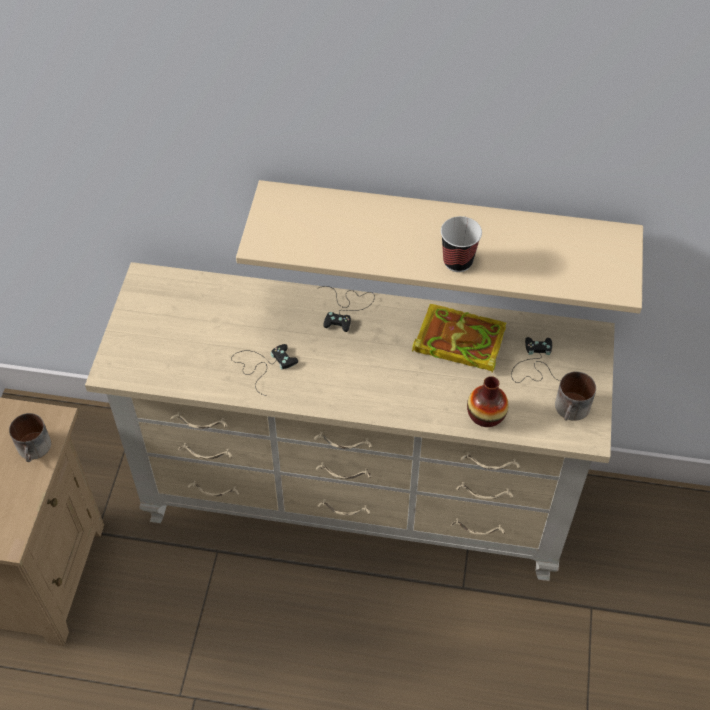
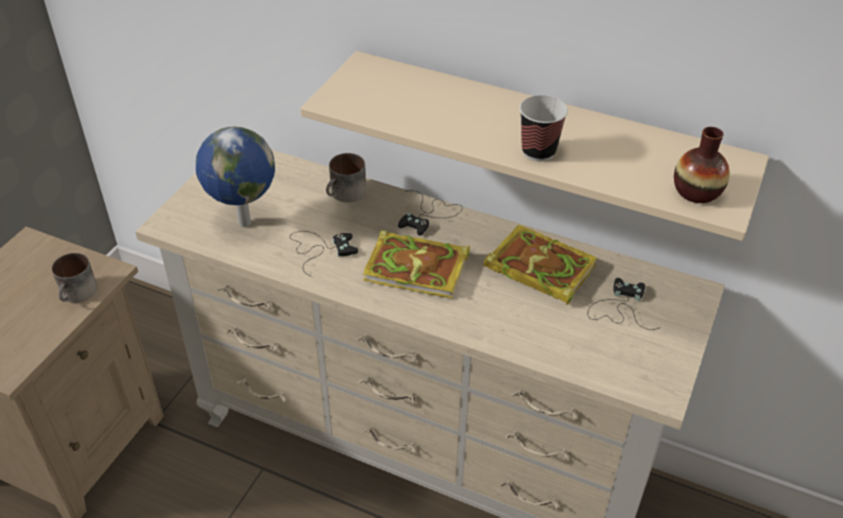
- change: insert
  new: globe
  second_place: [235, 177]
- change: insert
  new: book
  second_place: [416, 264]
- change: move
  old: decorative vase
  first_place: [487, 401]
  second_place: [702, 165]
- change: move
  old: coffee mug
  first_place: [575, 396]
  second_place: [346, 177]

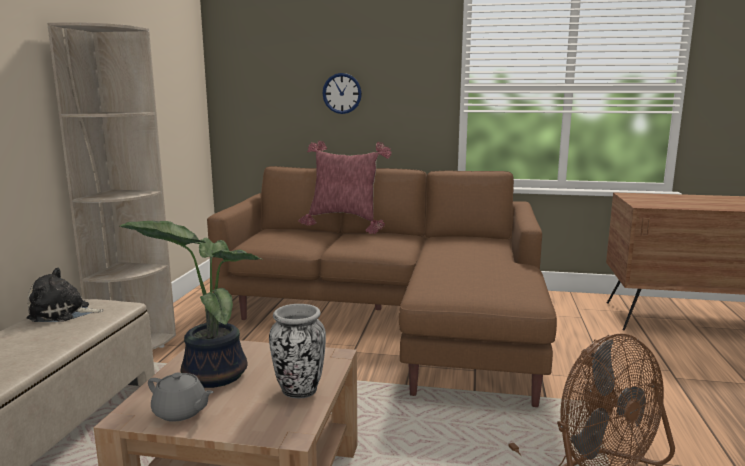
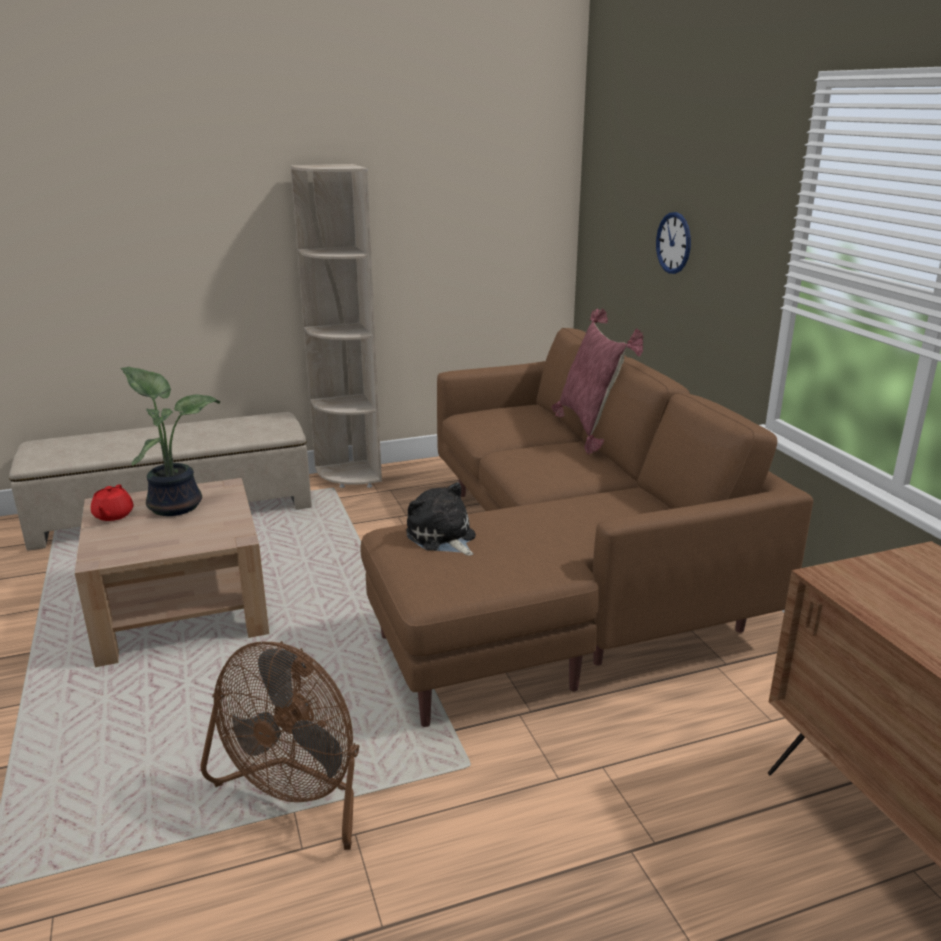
- change: delete
  old: decorative vase
  first_place: [297, 351]
- change: move
  old: plush toy
  first_place: [65, 294]
  second_place: [441, 519]
- change: recolor
  old: teapot in grey
  new: teapot in red-coloured
  first_place: [180, 397]
  second_place: [112, 502]

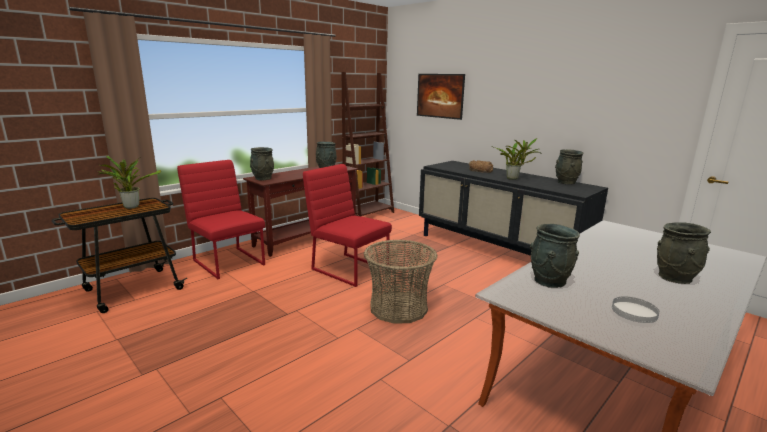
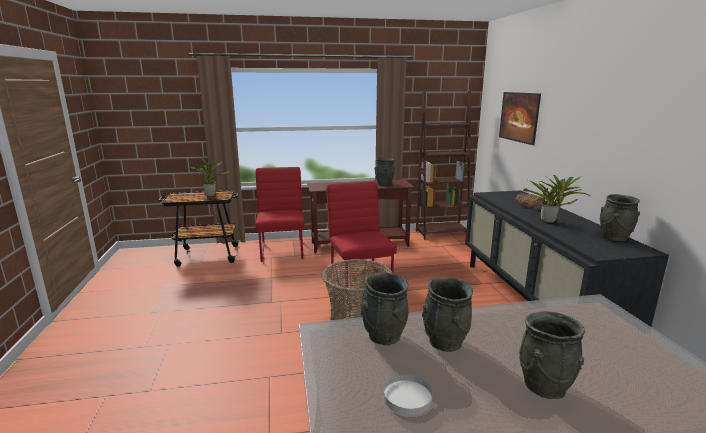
- change: move
  old: decorative vase in grey
  first_place: [262, 163]
  second_place: [447, 314]

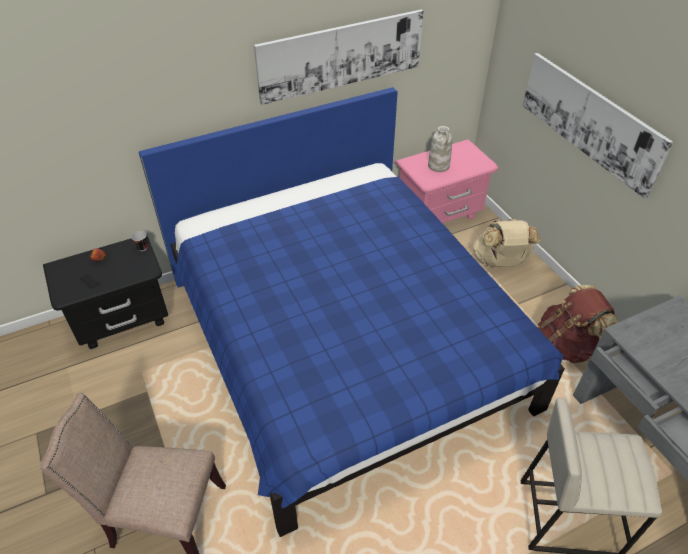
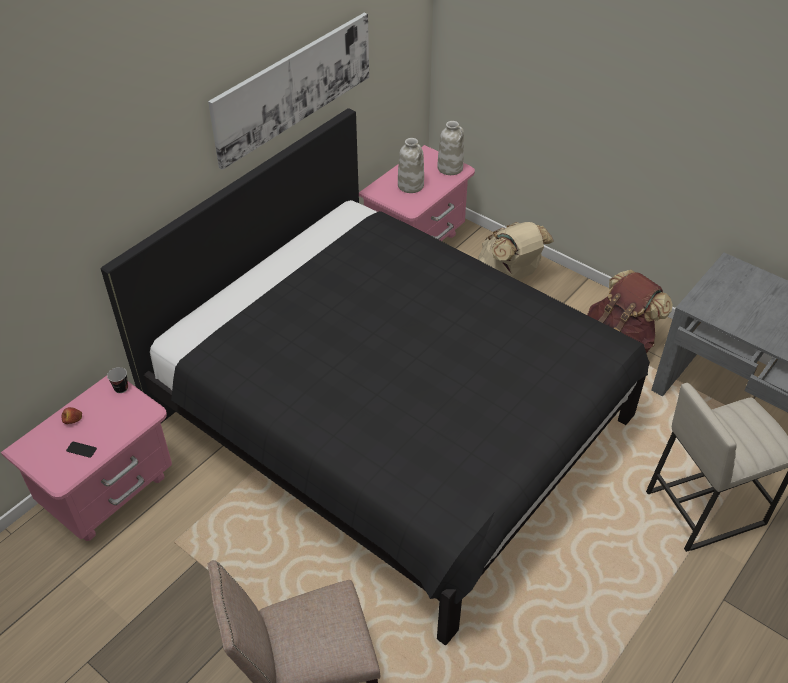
- change: delete
  old: picture
  first_place: [598, 126]
- change: insert
  new: decorative vase in whitish
  second_place: [450, 148]
- change: recolor
  old: bedside table in black
  new: bedside table in pink-coloured
  first_place: [105, 292]
  second_place: [86, 458]
- change: recolor
  old: sleeping bed in blue
  new: sleeping bed in black
  first_place: [352, 312]
  second_place: [375, 376]

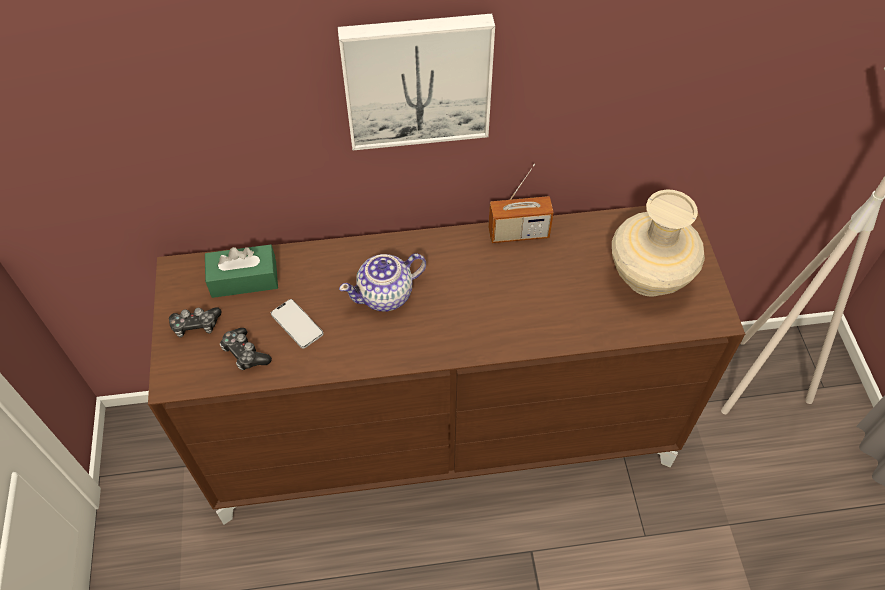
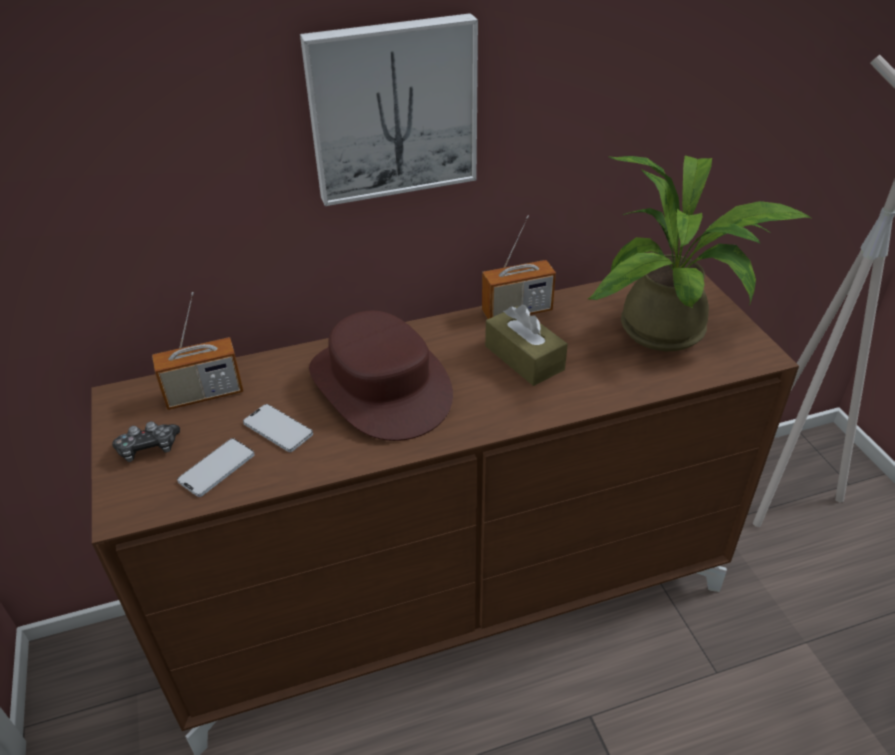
- change: insert
  new: tissue holder in brownish
  second_place: [526, 345]
- change: replace
  old: tissue holder in green-coloured
  new: radio
  first_place: [241, 271]
  second_place: [197, 351]
- change: replace
  old: joypad
  new: phone
  first_place: [246, 349]
  second_place: [216, 467]
- change: replace
  old: teapot
  new: clothing hat in brownish
  first_place: [382, 282]
  second_place: [381, 376]
- change: replace
  old: decorative vase in sand-coloured
  new: plant in a pot
  first_place: [658, 243]
  second_place: [699, 253]

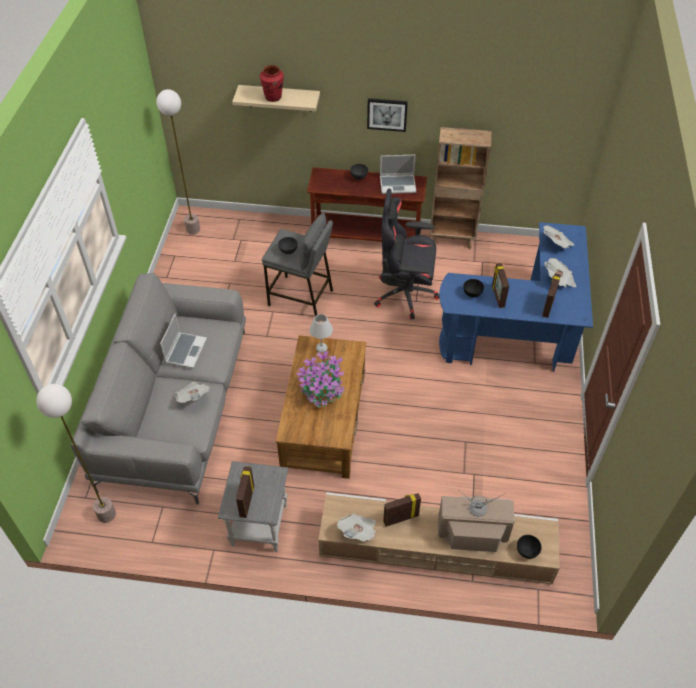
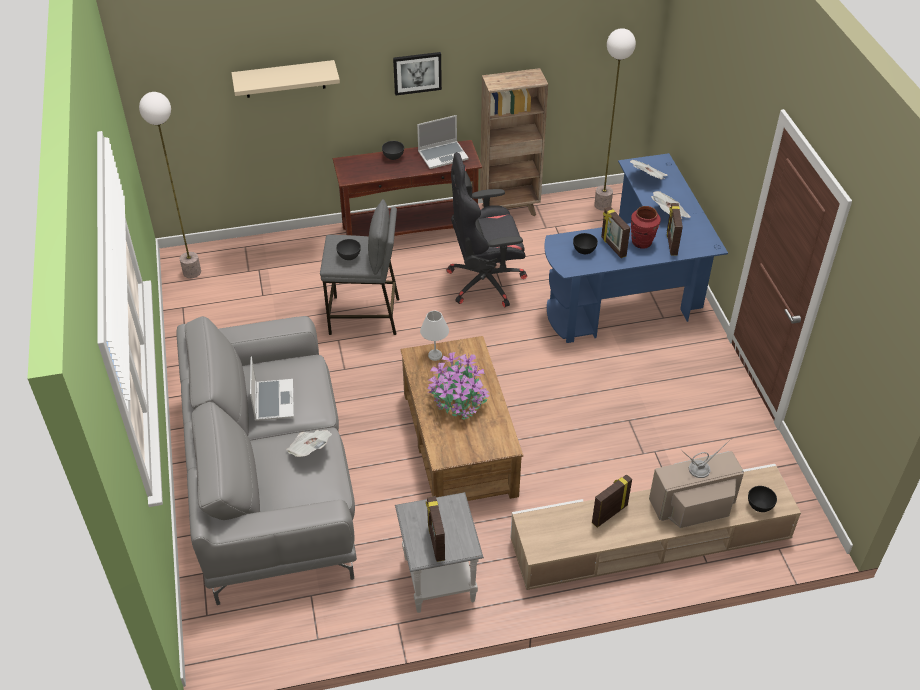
- change: delete
  old: daily paper
  first_place: [356, 527]
- change: move
  old: floor lamp
  first_place: [76, 453]
  second_place: [615, 119]
- change: move
  old: decorative vase in red-coloured
  first_place: [272, 83]
  second_place: [645, 227]

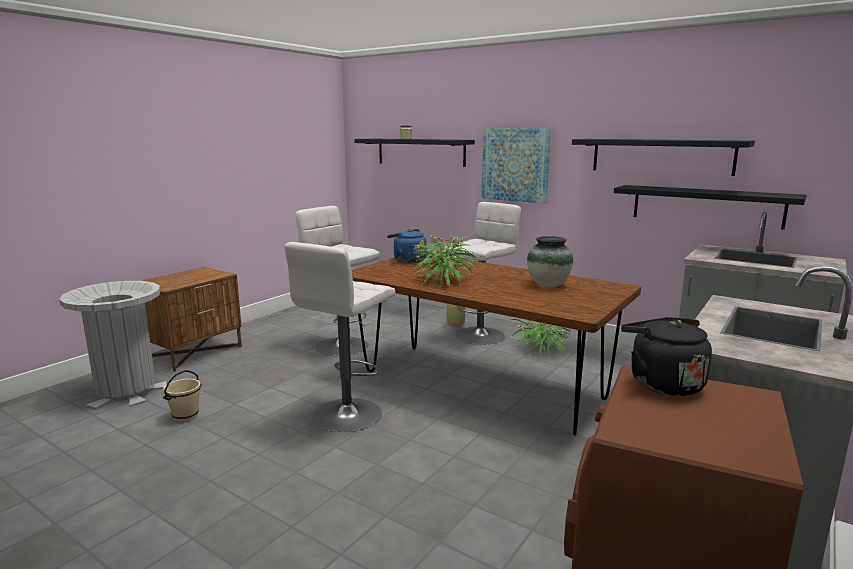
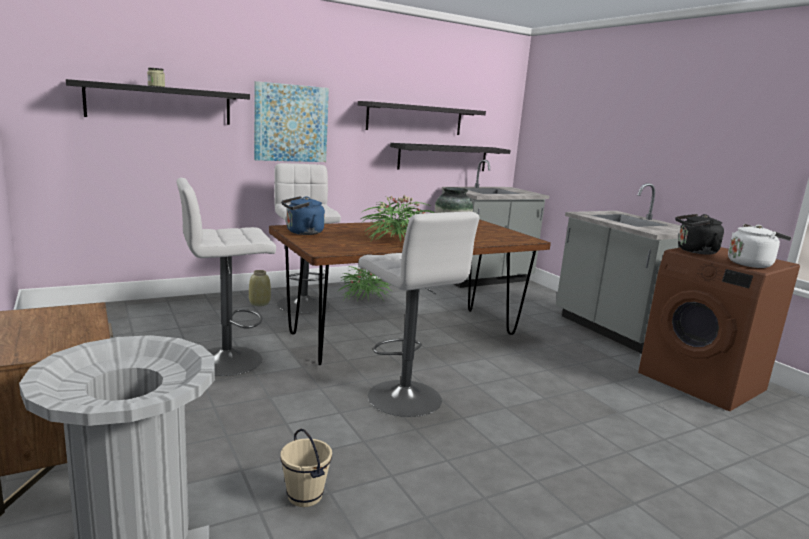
- change: insert
  new: water kettle in whitish
  second_place: [760, 246]

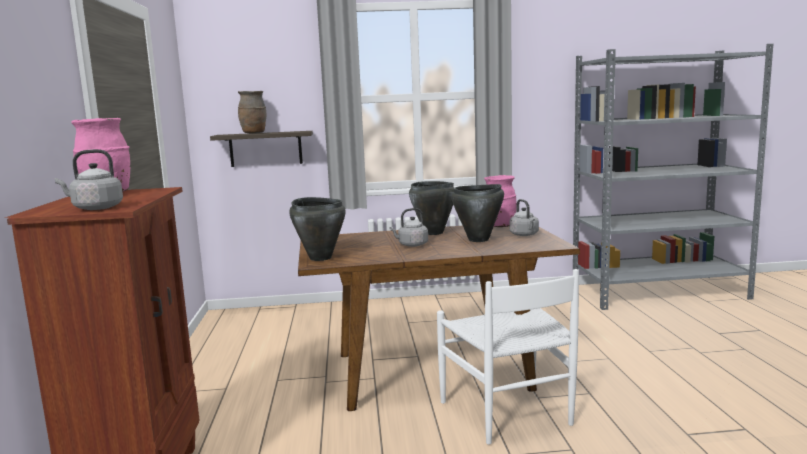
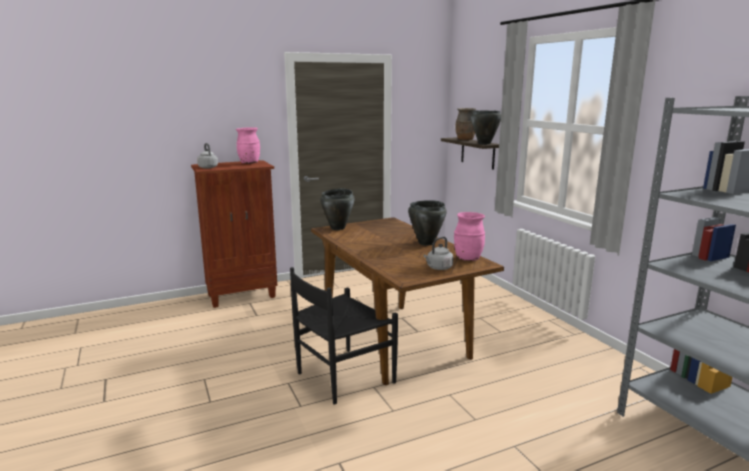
- change: delete
  old: water kettle in grey
  first_place: [409, 227]
- change: move
  old: saucepot in black
  first_place: [477, 213]
  second_place: [486, 127]
- change: recolor
  old: plain chair in whitish
  new: plain chair in black
  first_place: [508, 357]
  second_place: [344, 336]

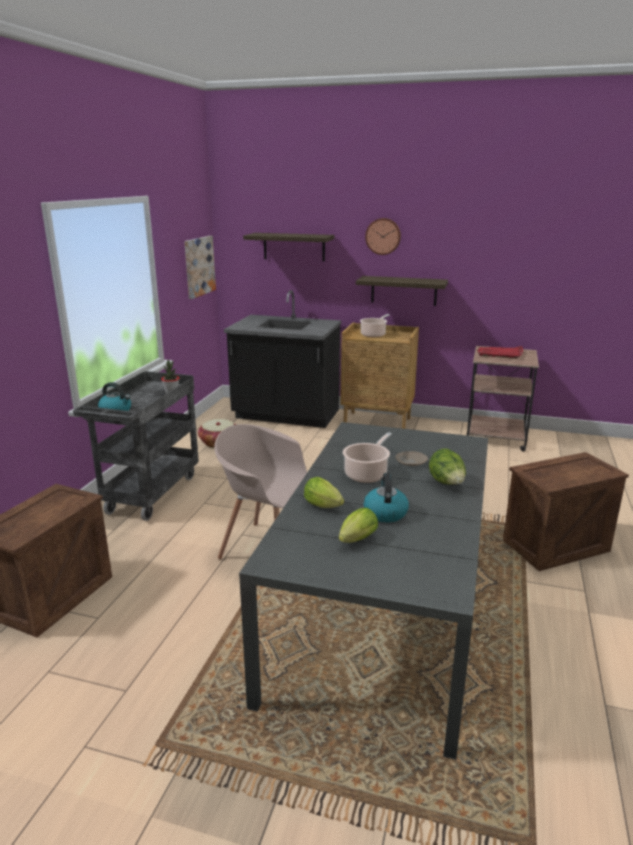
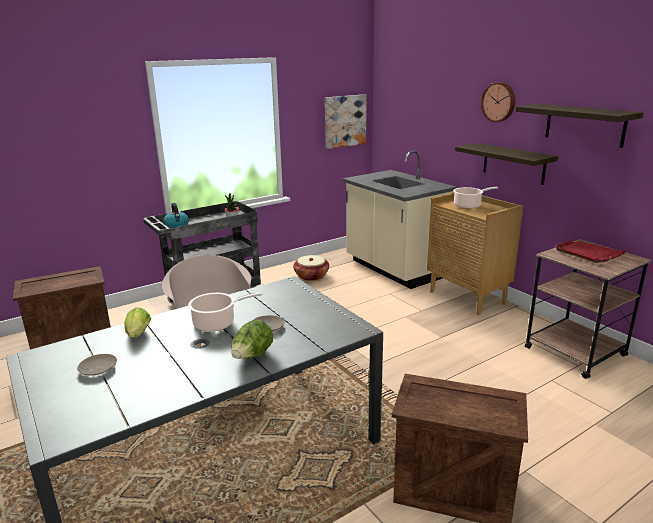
- change: delete
  old: water kettle
  first_place: [386, 498]
- change: move
  old: wall shelf
  first_place: [288, 247]
  second_place: [579, 126]
- change: replace
  old: head of lettuce
  new: dinner plate in sand-coloured
  first_place: [358, 525]
  second_place: [97, 365]
- change: recolor
  old: kitchen counter in black
  new: kitchen counter in sand-coloured
  first_place: [282, 359]
  second_place: [399, 219]

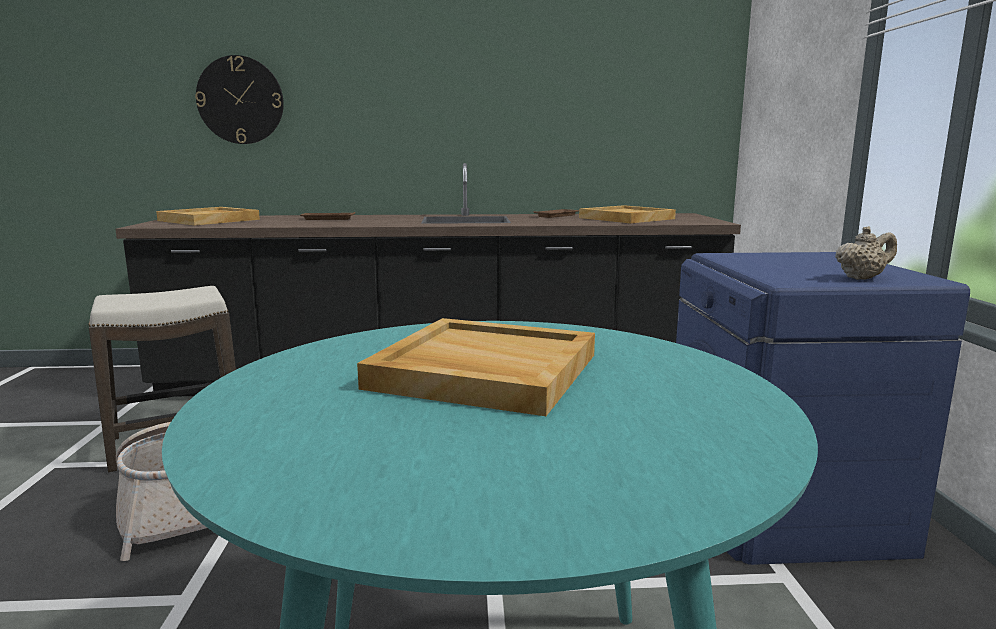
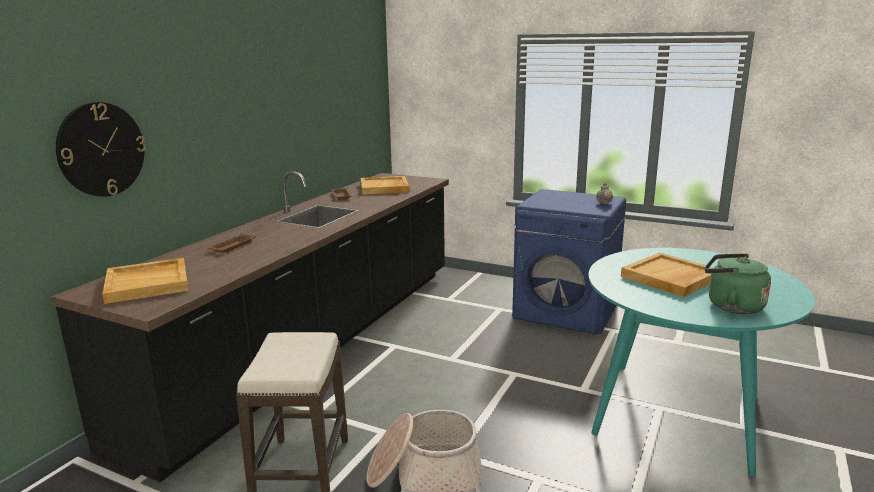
- change: insert
  new: water kettle in green-coloured
  second_place: [738, 284]

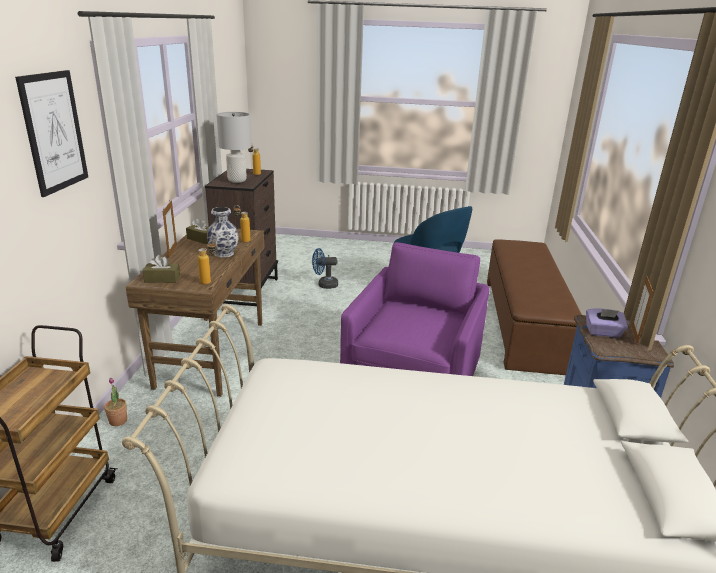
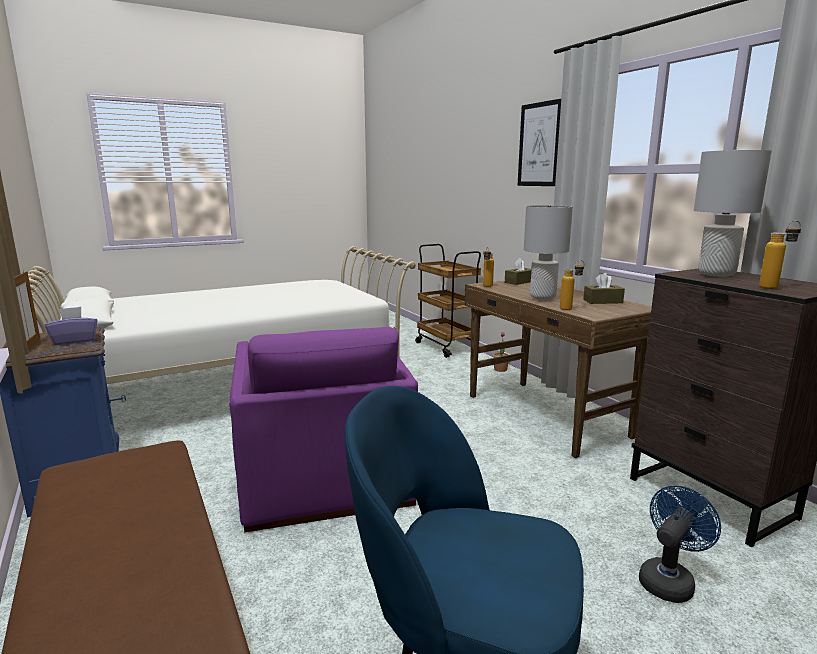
- change: delete
  old: photo frame
  first_place: [170, 229]
- change: replace
  old: decorative vase
  new: table lamp in grey
  first_place: [223, 232]
  second_place: [548, 252]

